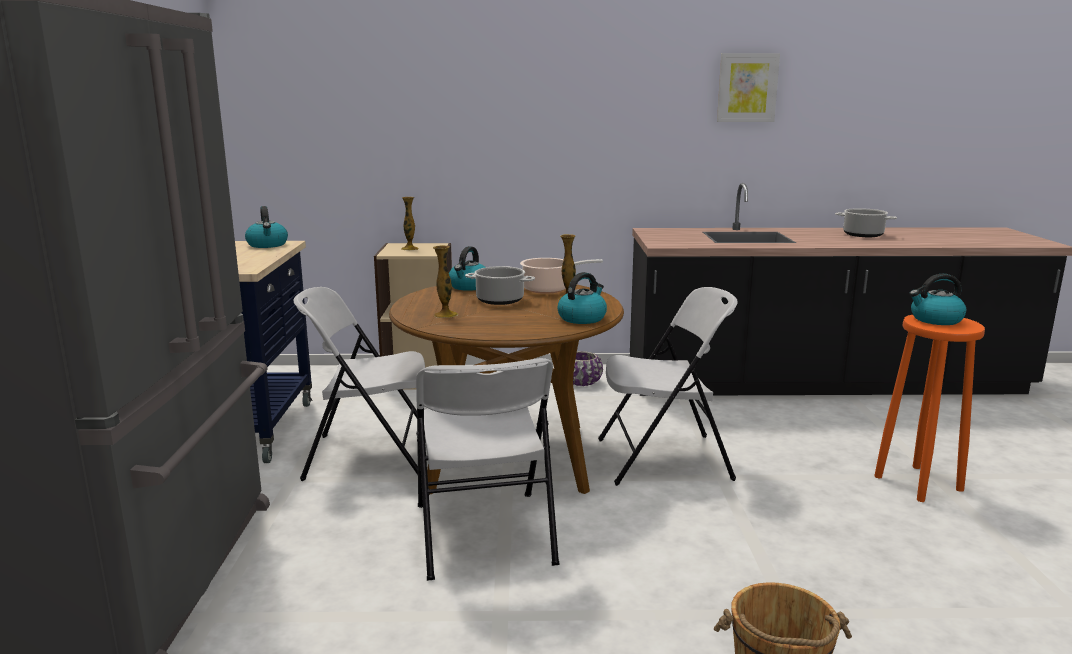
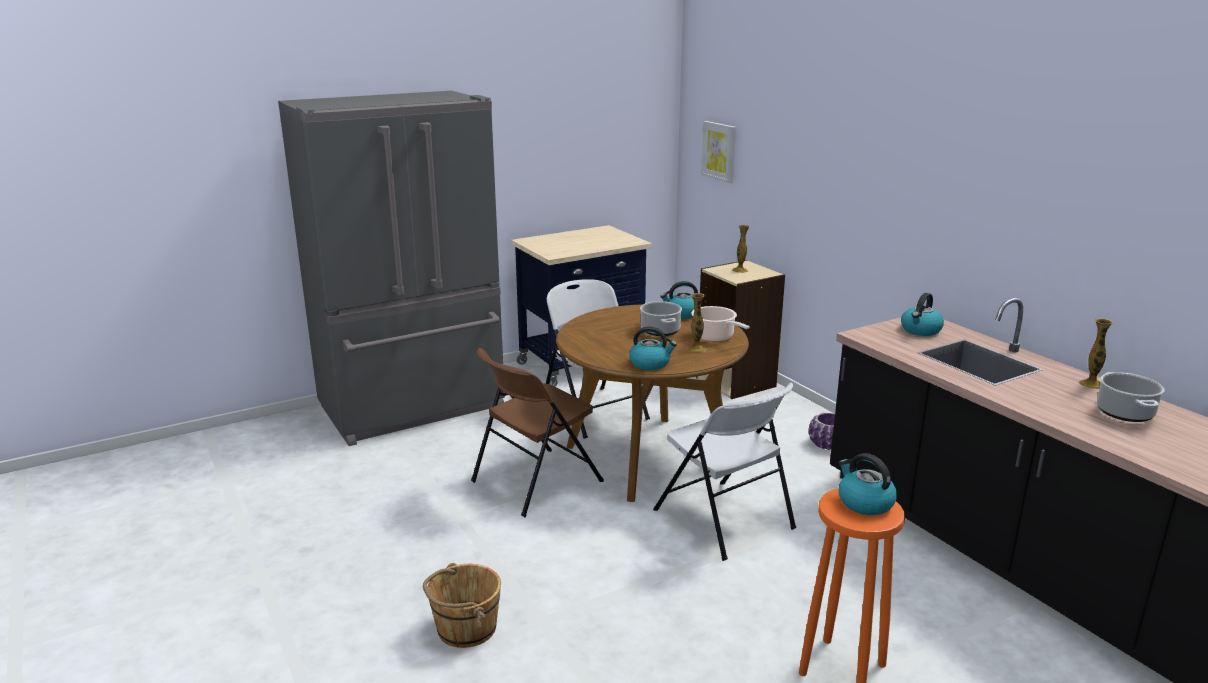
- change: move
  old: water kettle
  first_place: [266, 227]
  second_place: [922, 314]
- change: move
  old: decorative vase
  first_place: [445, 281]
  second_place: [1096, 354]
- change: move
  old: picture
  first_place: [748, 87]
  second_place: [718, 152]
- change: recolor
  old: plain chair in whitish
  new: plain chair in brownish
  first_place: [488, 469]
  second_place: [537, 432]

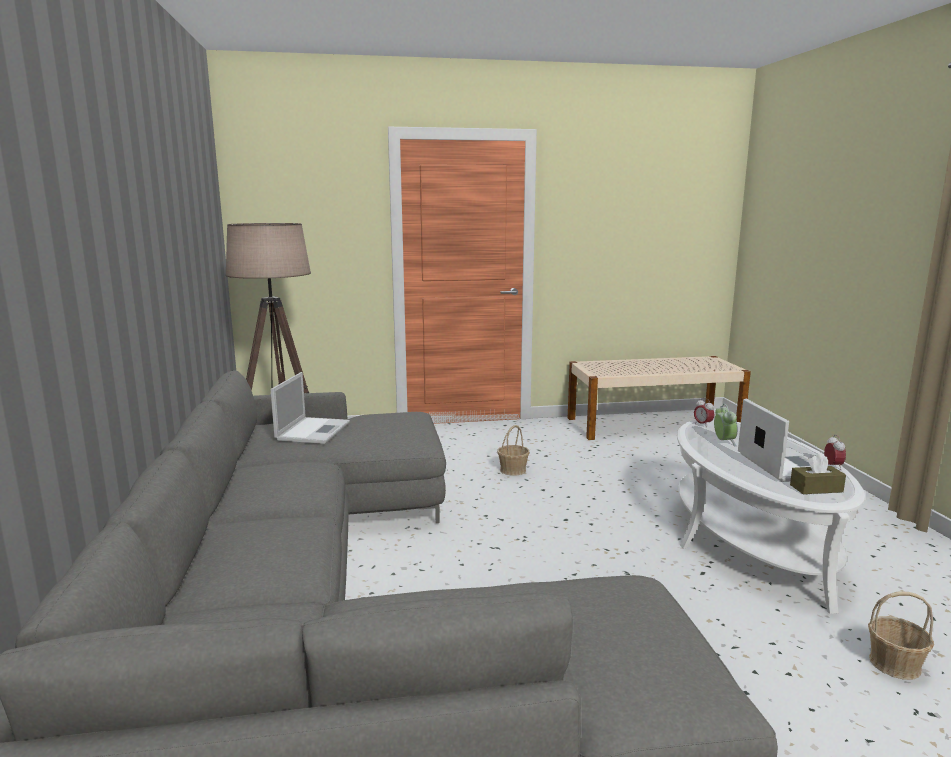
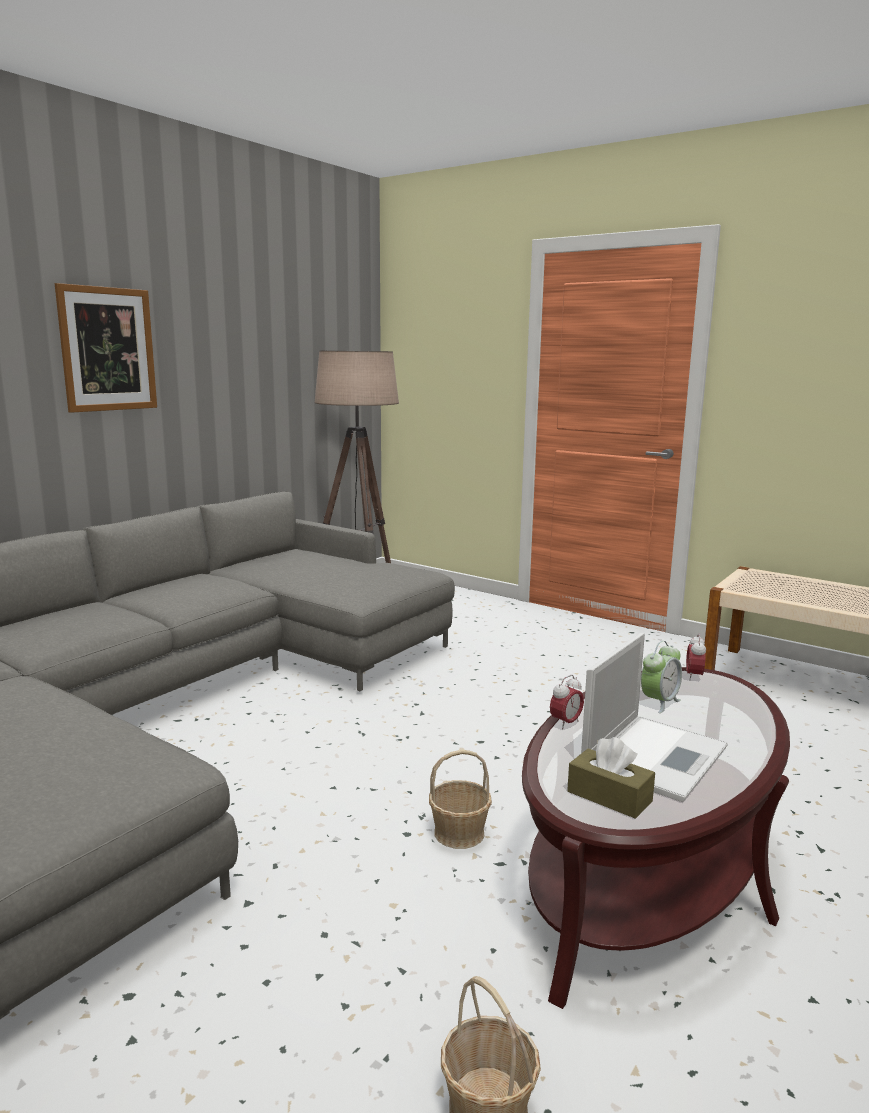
- change: delete
  old: portable computer
  first_place: [310, 408]
- change: insert
  new: picture
  second_place: [106, 348]
- change: move
  old: storage basket
  first_place: [513, 450]
  second_place: [460, 799]
- change: move
  old: table clock
  first_place: [835, 452]
  second_place: [567, 702]
- change: recolor
  old: coffee table in whitish
  new: coffee table in brownish
  first_place: [771, 516]
  second_place: [656, 838]

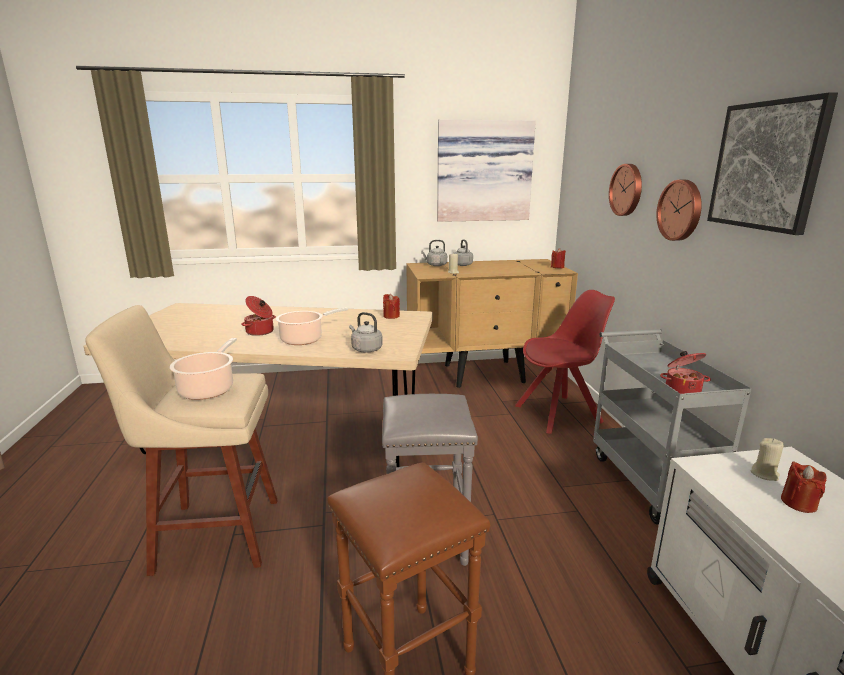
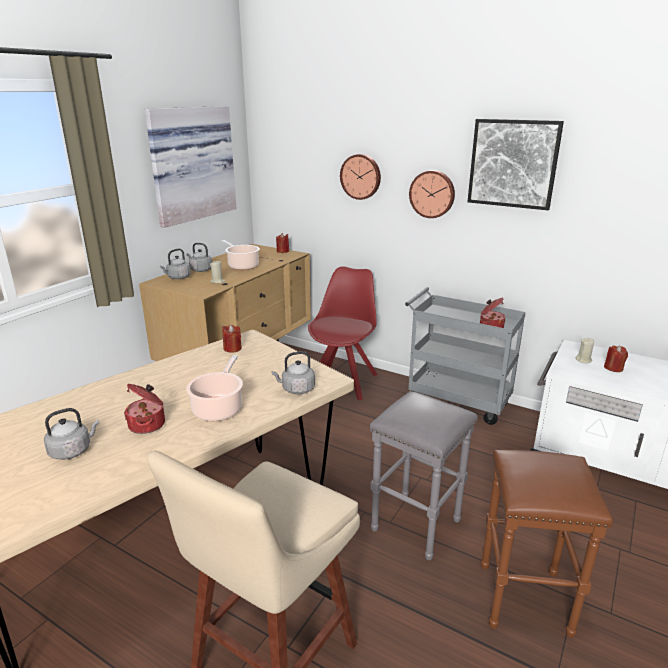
- change: insert
  new: water kettle in grey
  second_place: [72, 434]
- change: move
  old: saucepot
  first_place: [203, 369]
  second_place: [240, 255]

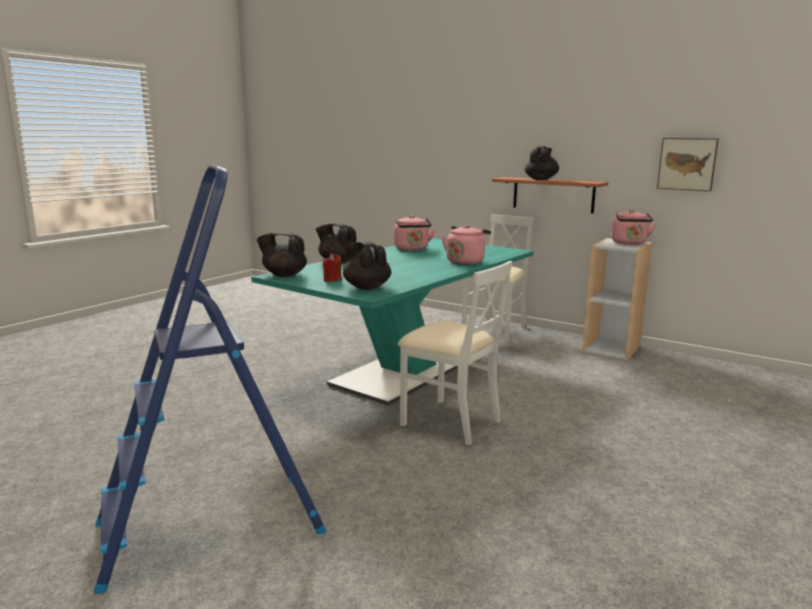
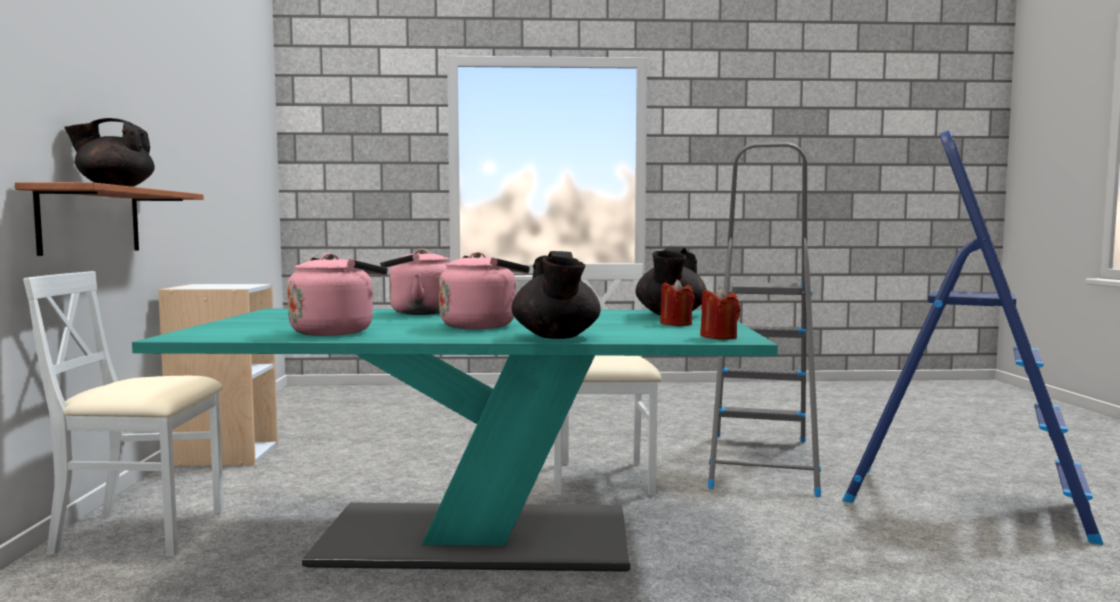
- change: delete
  old: picture
  first_place: [688, 164]
- change: insert
  new: step stool in grey
  second_place: [764, 319]
- change: move
  old: water kettle in pink-coloured
  first_place: [633, 227]
  second_place: [484, 290]
- change: replace
  old: teapot in black
  new: wax candle in red-coloured
  first_place: [281, 254]
  second_place: [720, 313]

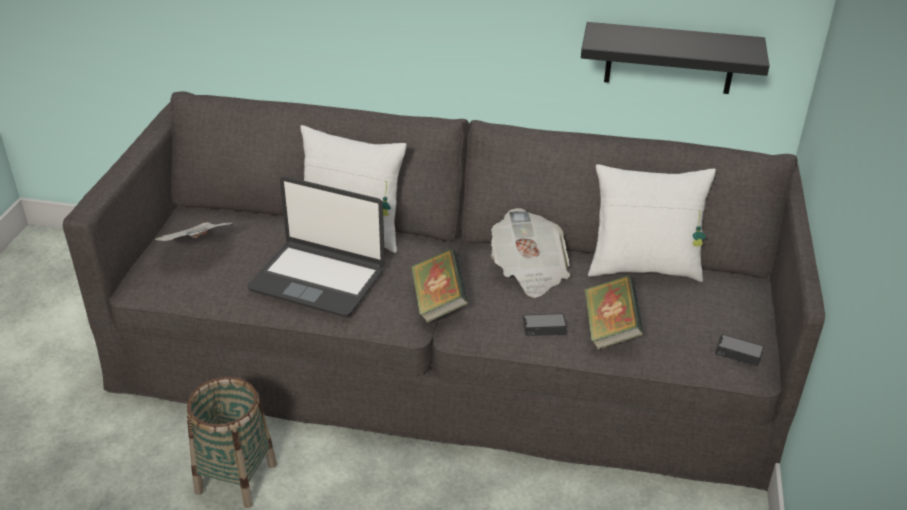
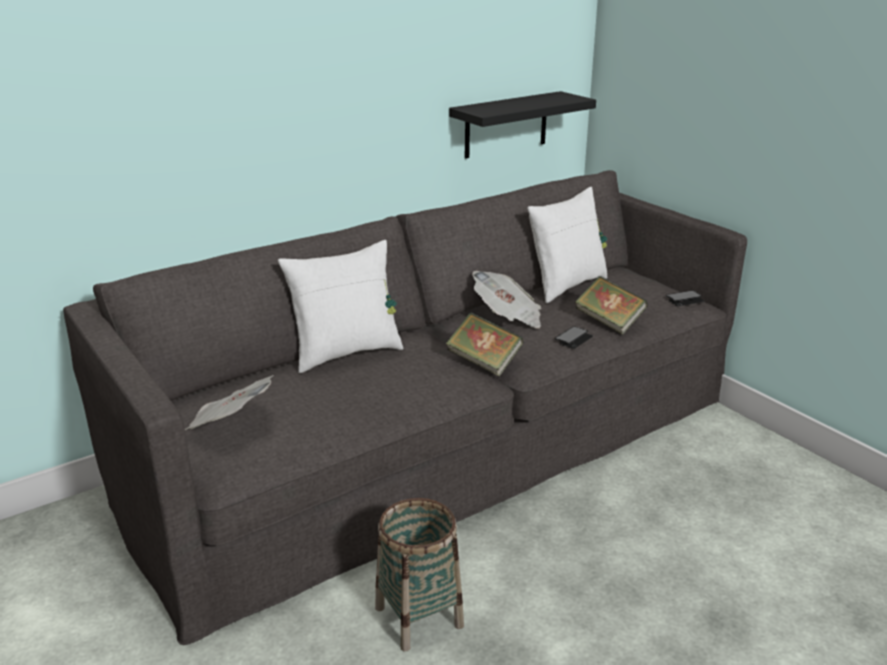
- change: delete
  old: portable computer
  first_place: [316, 247]

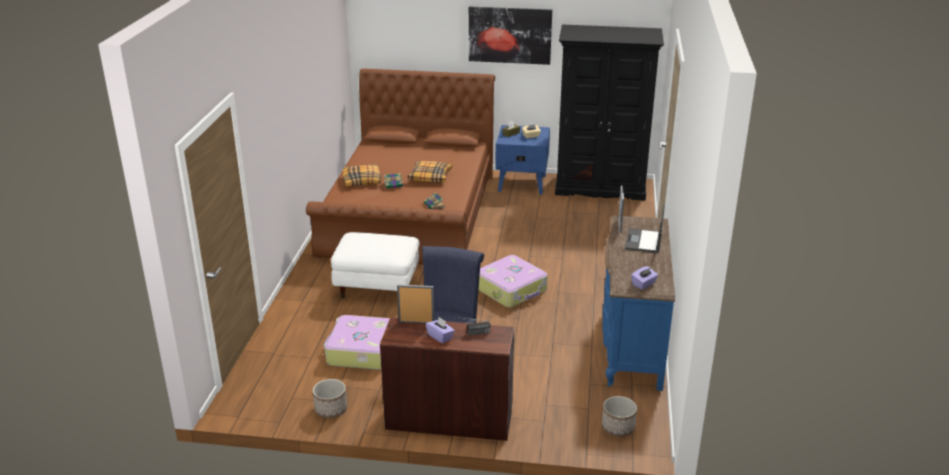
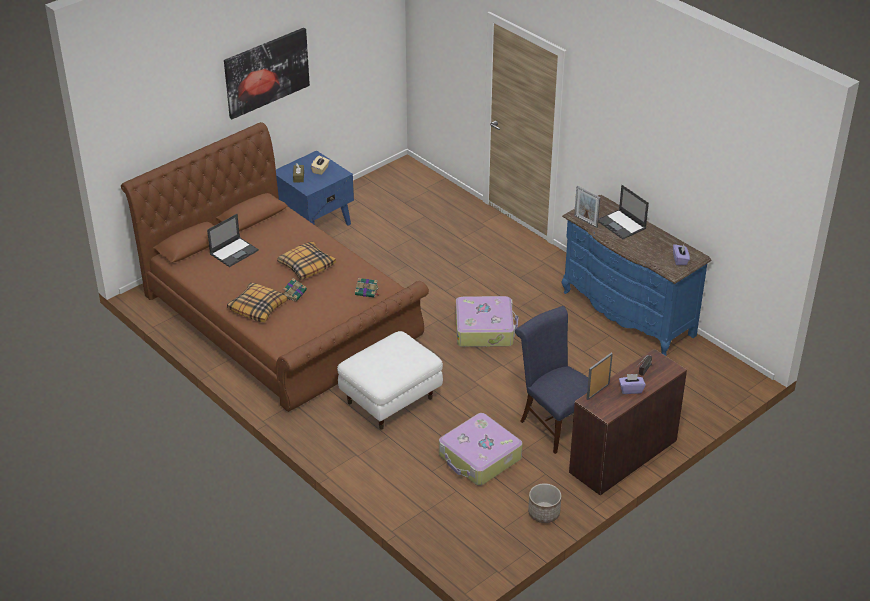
- change: delete
  old: clothes cupboard in black
  first_place: [609, 113]
- change: delete
  old: plant pot
  first_place: [619, 416]
- change: insert
  new: portable computer
  second_place: [233, 240]

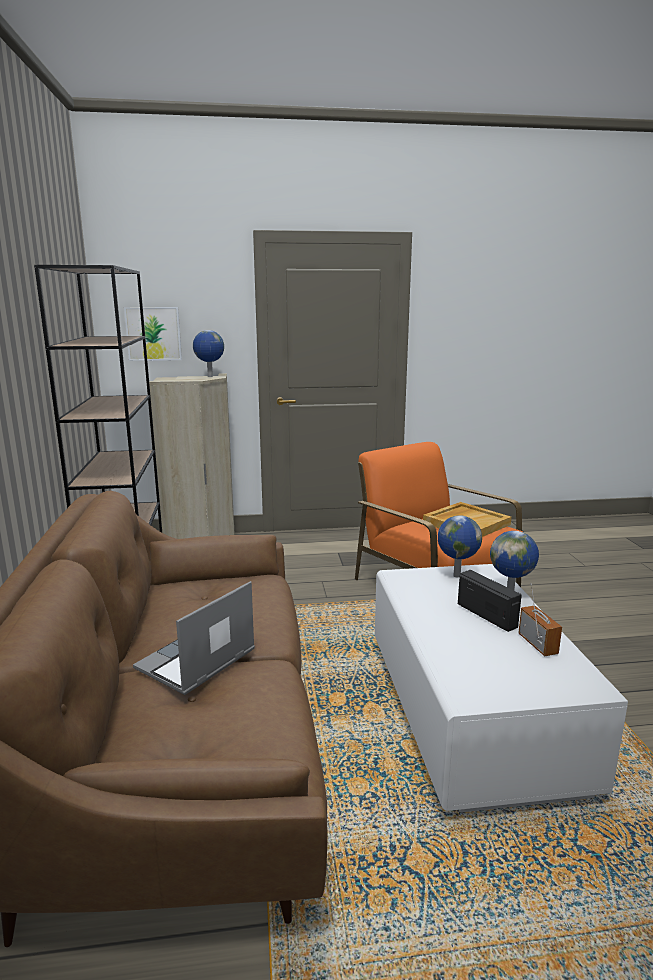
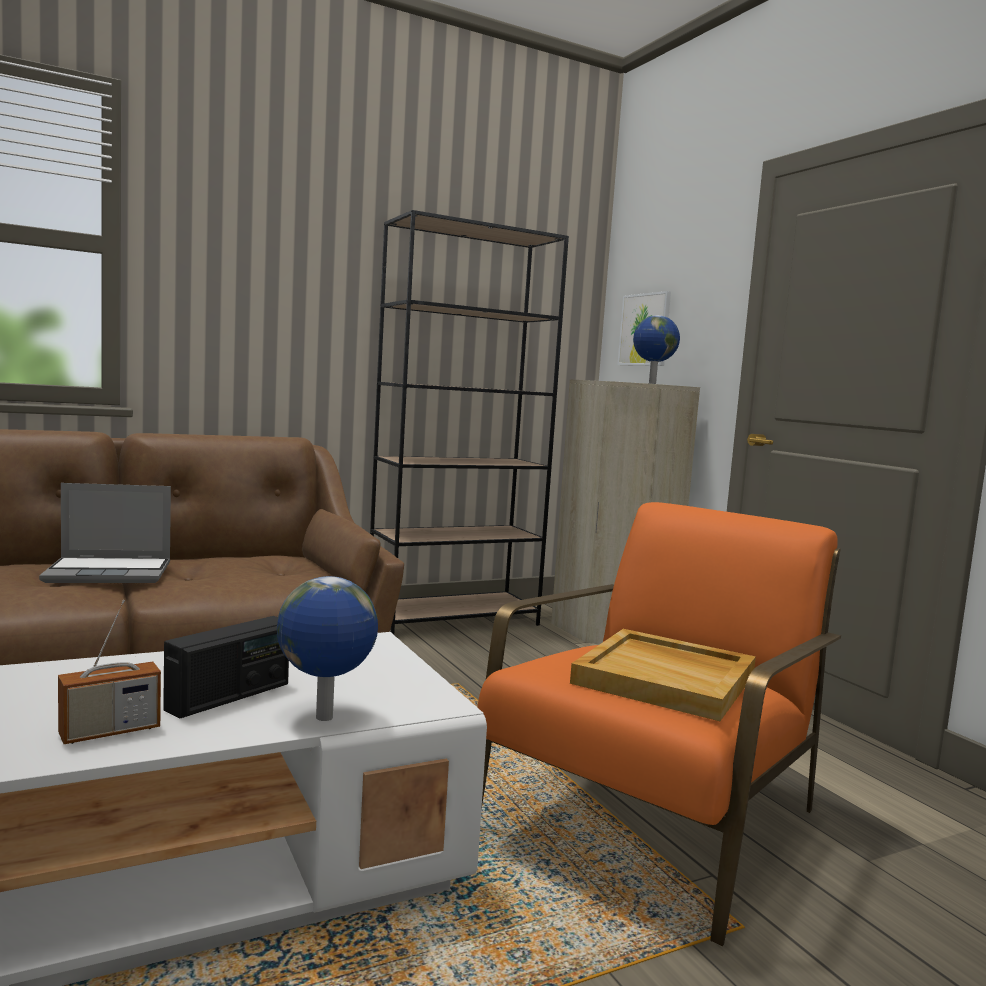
- change: delete
  old: globe
  first_place: [460, 546]
- change: rotate
  old: portable computer
  first_place: [194, 638]
  second_place: [105, 533]
  degrees: 150

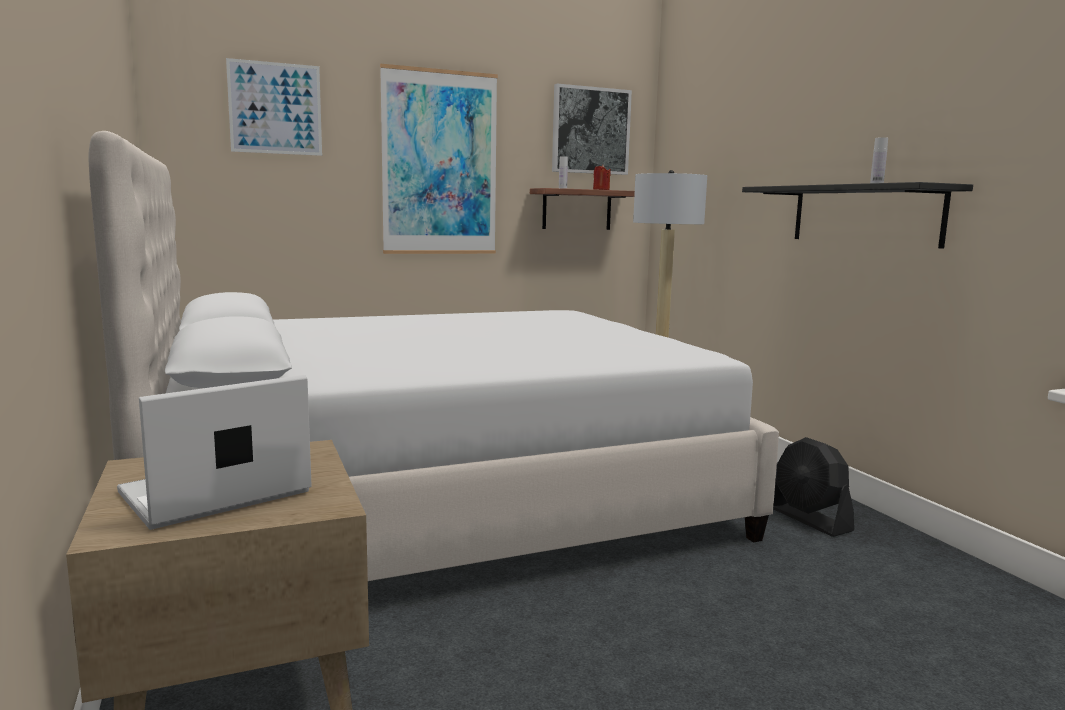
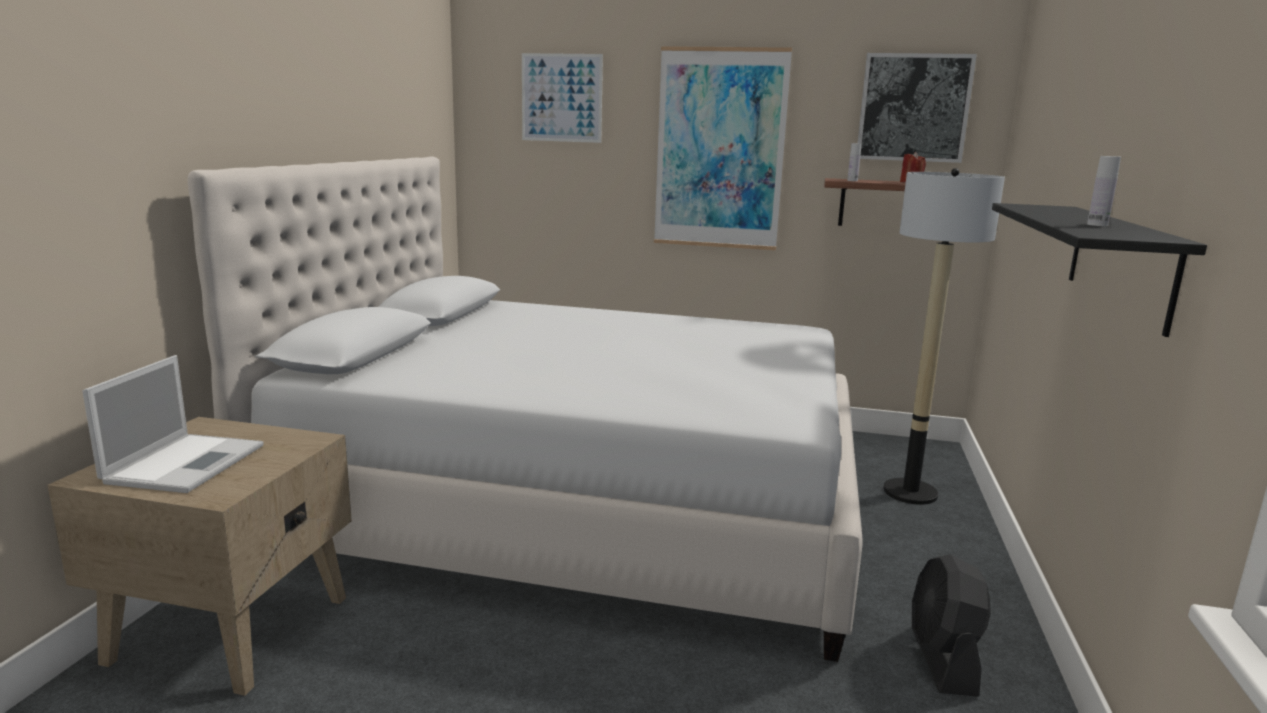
- change: rotate
  old: portable computer
  first_place: [214, 452]
  second_place: [173, 424]
  degrees: 105

